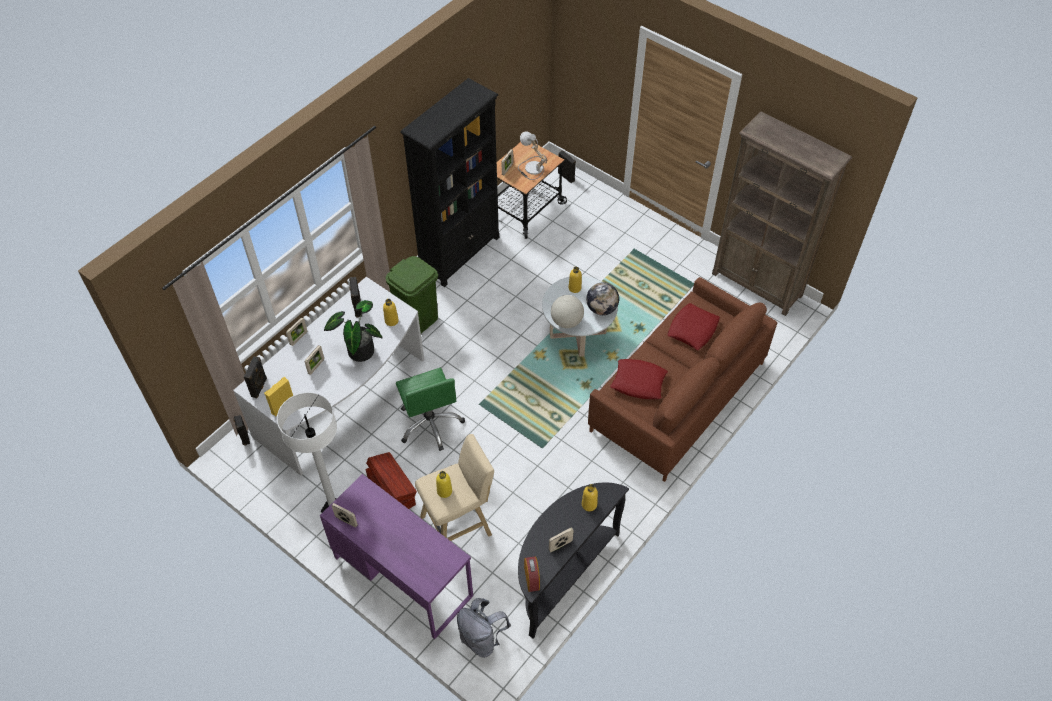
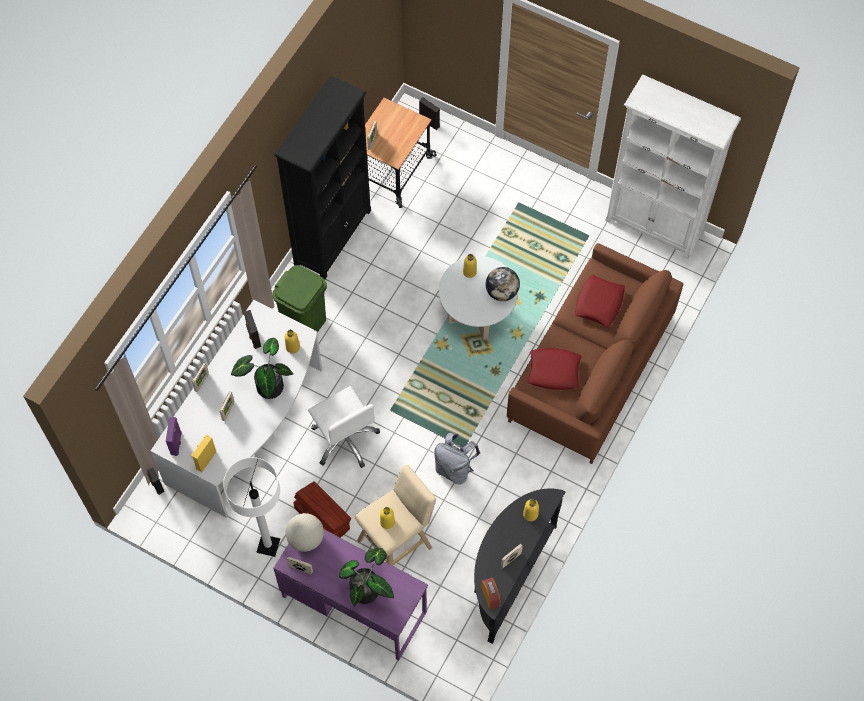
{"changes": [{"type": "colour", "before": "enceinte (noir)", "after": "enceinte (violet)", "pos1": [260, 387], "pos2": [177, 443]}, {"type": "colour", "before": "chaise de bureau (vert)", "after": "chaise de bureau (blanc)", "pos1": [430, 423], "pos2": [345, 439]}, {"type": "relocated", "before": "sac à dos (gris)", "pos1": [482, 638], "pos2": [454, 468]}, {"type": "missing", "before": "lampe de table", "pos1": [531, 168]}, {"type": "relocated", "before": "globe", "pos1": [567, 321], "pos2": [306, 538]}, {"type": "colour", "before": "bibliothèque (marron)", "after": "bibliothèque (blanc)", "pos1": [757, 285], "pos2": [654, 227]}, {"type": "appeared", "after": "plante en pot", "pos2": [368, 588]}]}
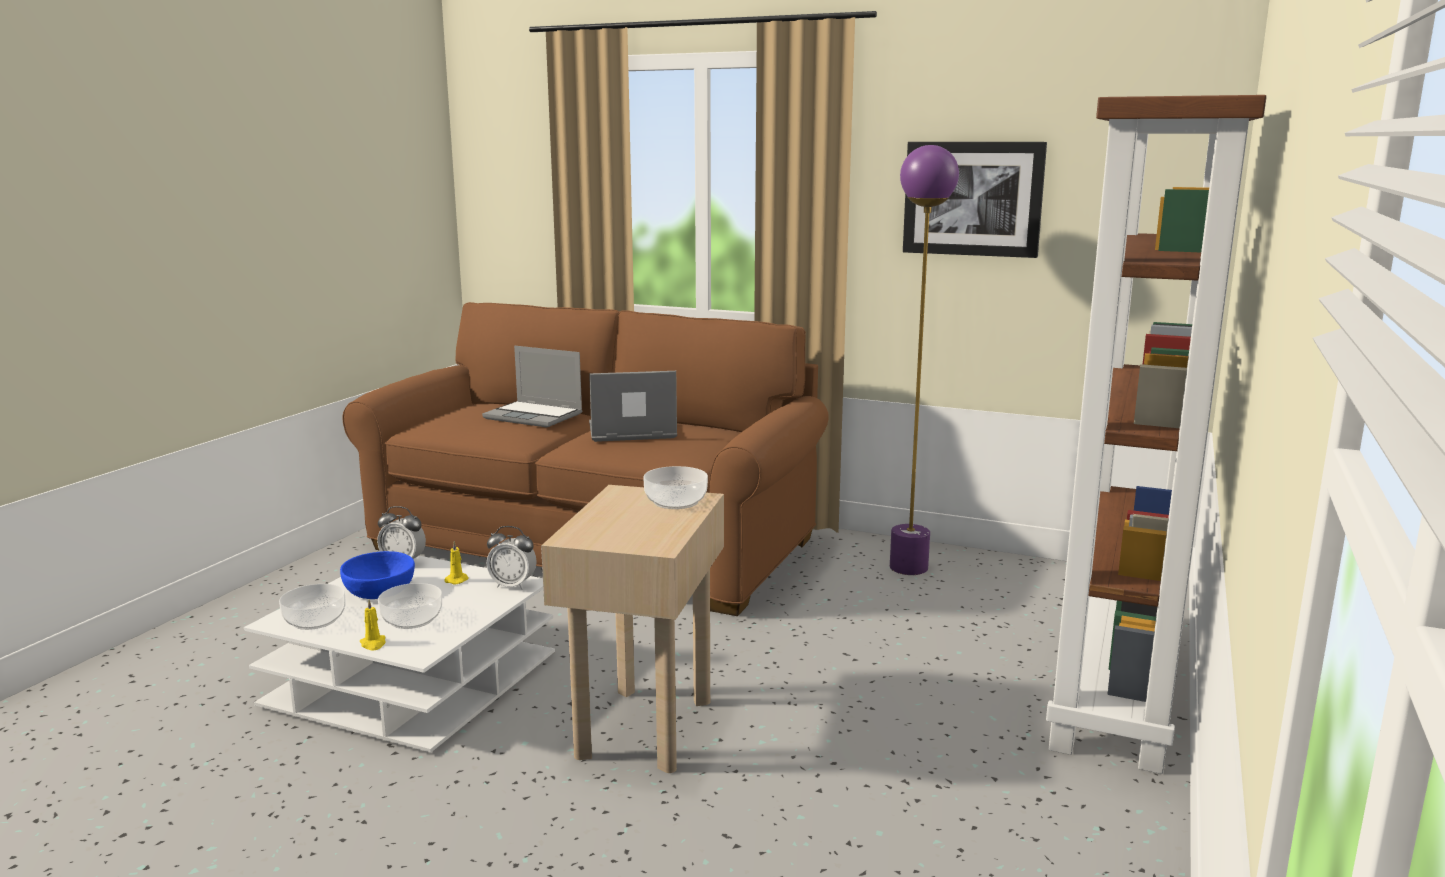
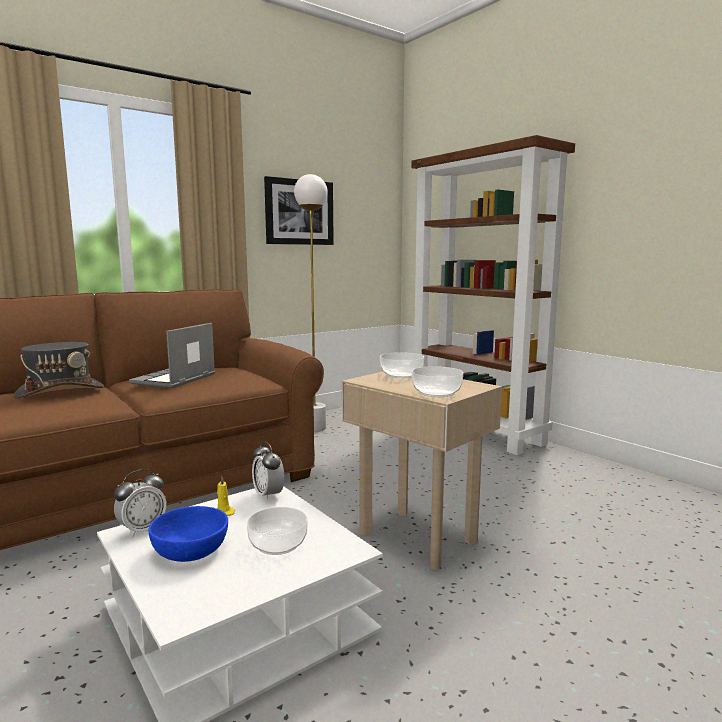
{"changes": [{"type": "relocated", "before": "bol", "pos1": [315, 620], "pos2": [437, 392]}, {"type": "missing", "before": "bougie (jaune)", "pos1": [373, 644]}, {"type": "exchanged", "before": "ordinateur portable", "after": "chapeau (gris)", "pos1": [535, 416], "pos2": [60, 391]}, {"type": "spun", "before": "réveil", "pos1": [513, 585], "pos2": [268, 495], "turn": 105}, {"type": "colour", "before": "lampadaire (violet)", "after": "lampadaire (blanc)", "pos1": [909, 568], "pos2": [315, 428]}]}
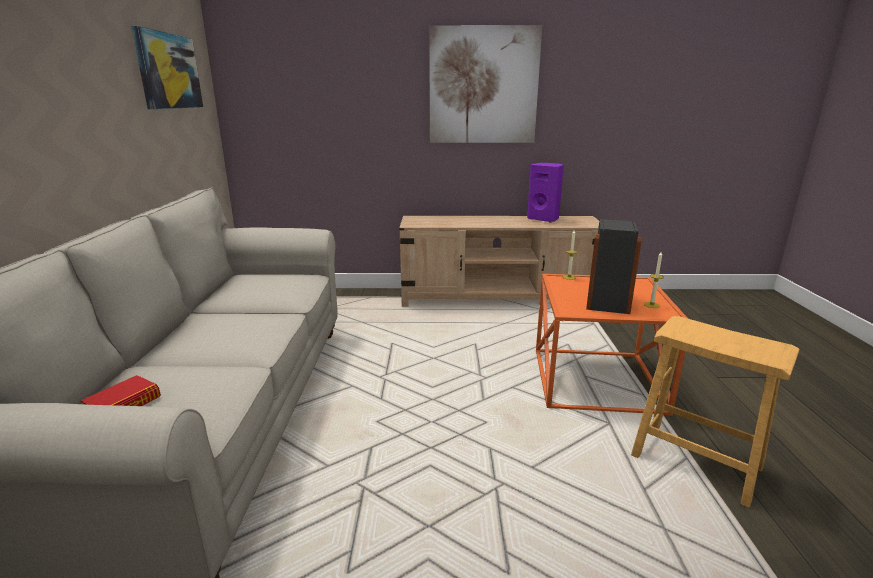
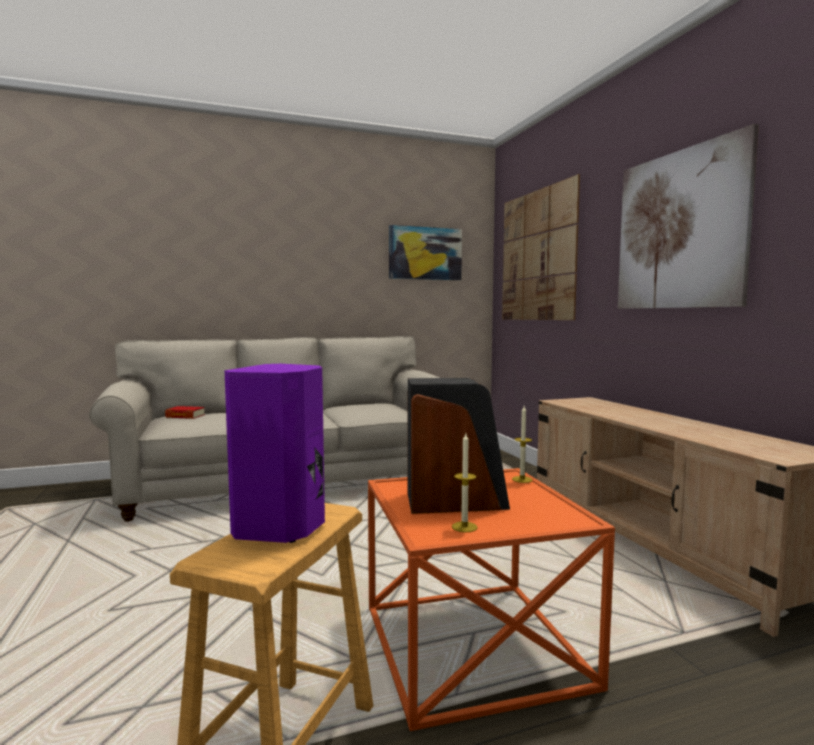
{"changes": [{"type": "relocated", "before": "enceinte (violet)", "pos1": [544, 219], "pos2": [282, 528]}, {"type": "appeared", "after": "tableau", "pos2": [537, 255]}]}
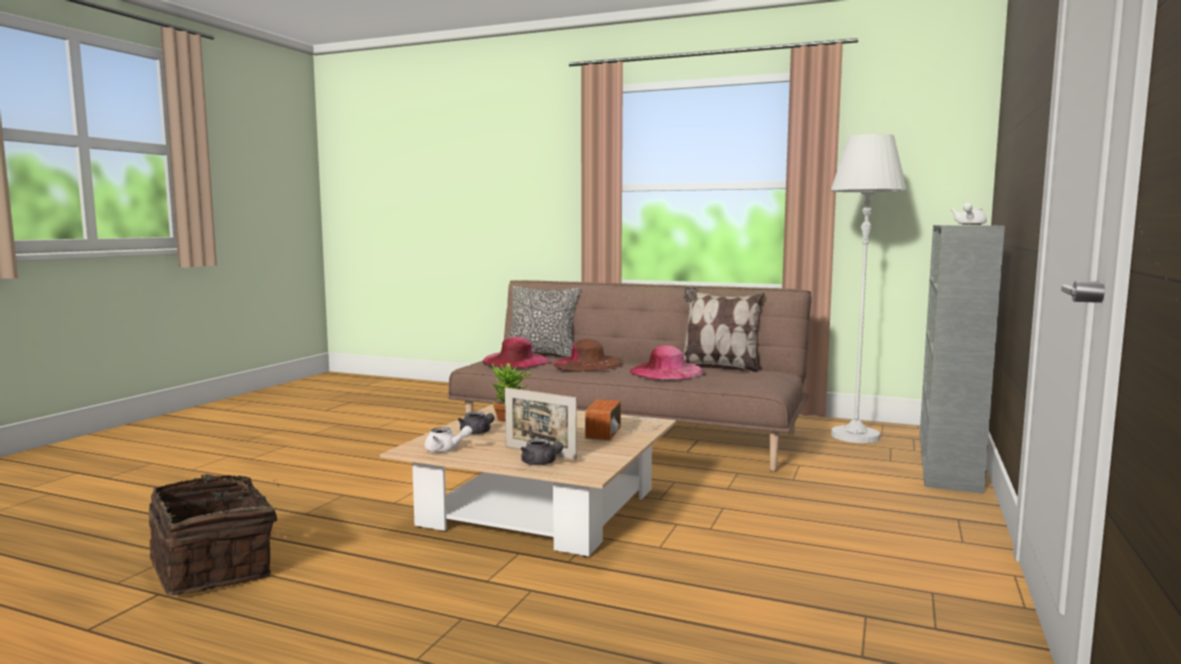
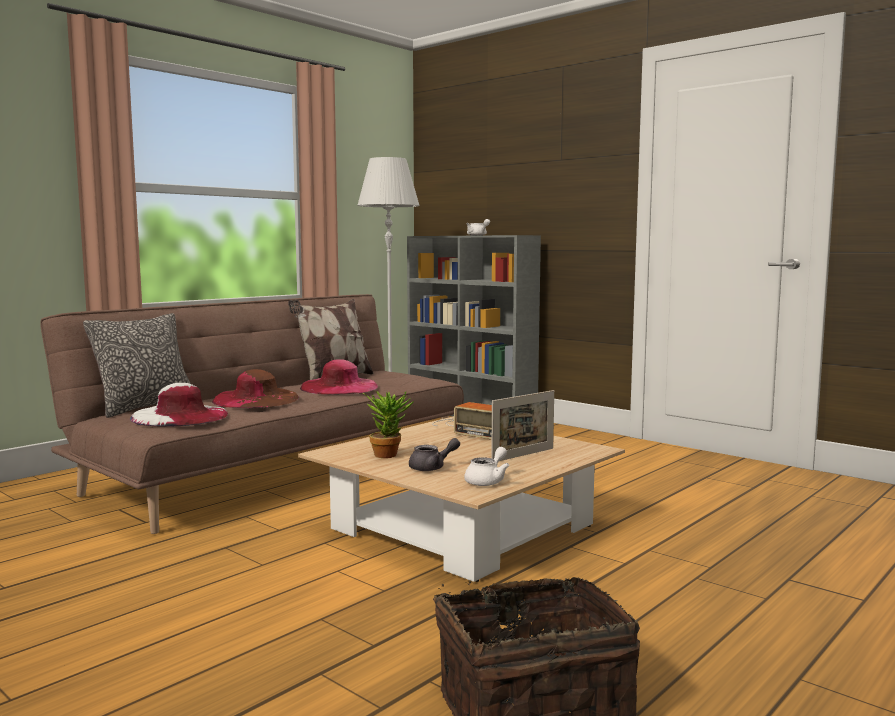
{"changes": [{"type": "colour", "before": "chapeau (rose)", "after": "chapeau (blanc)", "pos1": [516, 361], "pos2": [180, 416]}, {"type": "missing", "before": "théière (gris)", "pos1": [541, 463]}]}
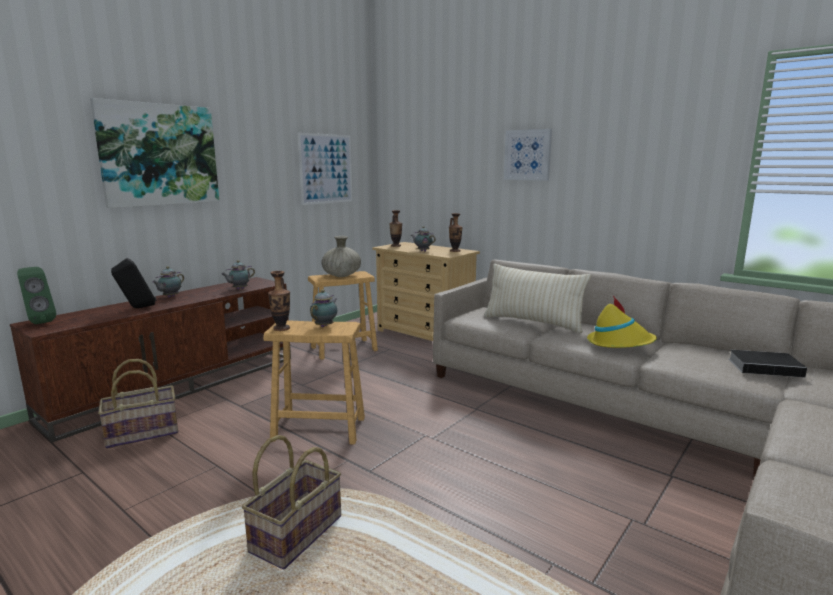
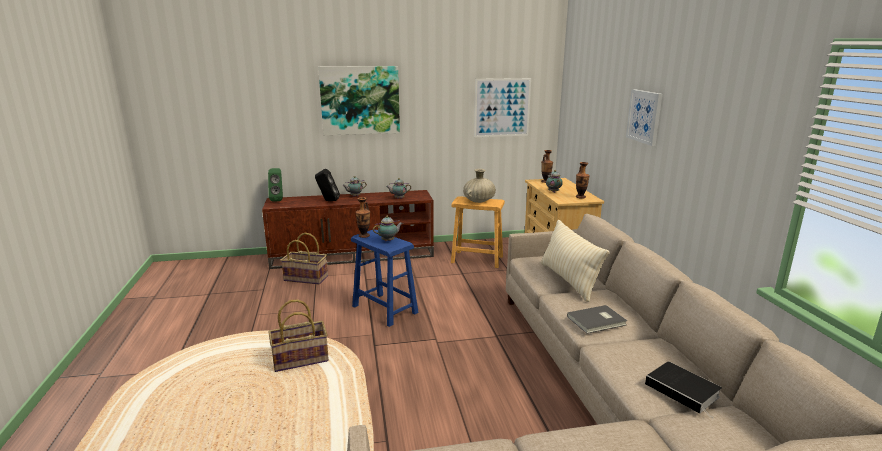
{"changes": [{"type": "colour", "before": "tabouret (marron)", "after": "tabouret (bleu)", "pos1": [319, 428], "pos2": [385, 309]}, {"type": "exchanged", "before": "chapeau (jaune)", "after": "livre (gris)", "pos1": [619, 343], "pos2": [598, 321]}]}
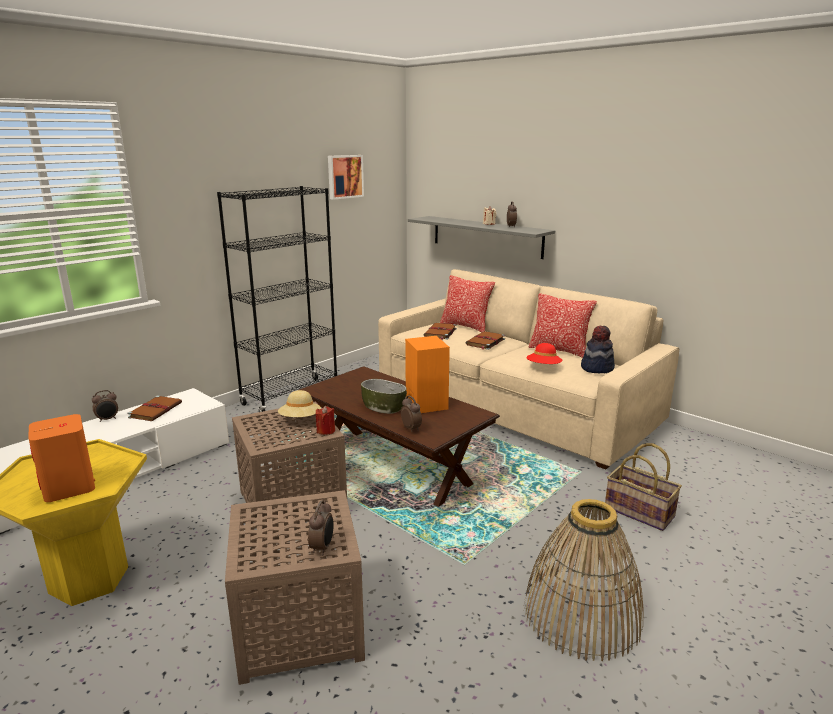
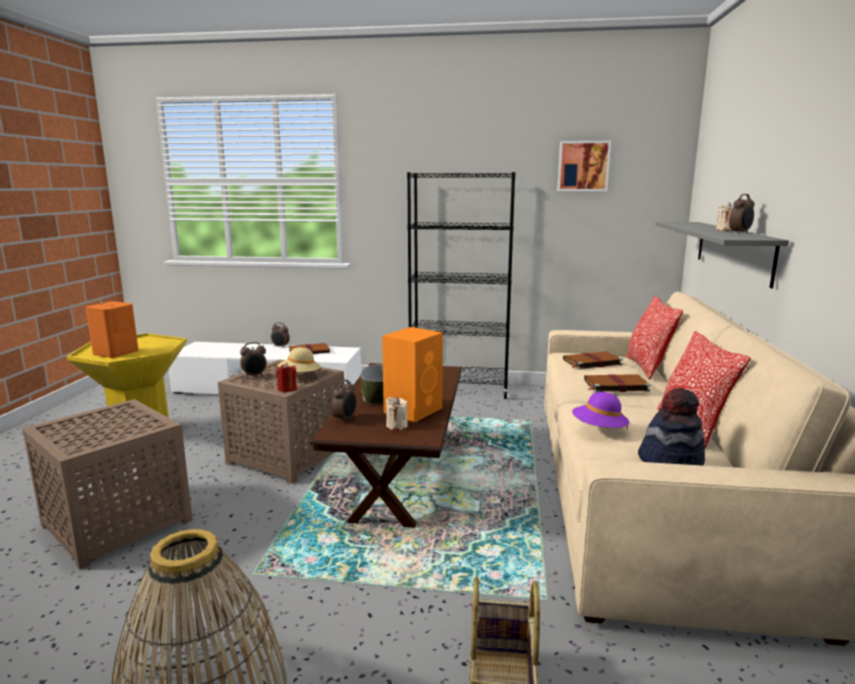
{"changes": [{"type": "relocated", "before": "réveil", "pos1": [322, 547], "pos2": [254, 376]}, {"type": "colour", "before": "chapeau (rouge)", "after": "chapeau (violet)", "pos1": [543, 367], "pos2": [599, 429]}, {"type": "appeared", "after": "bougie (beige)", "pos2": [396, 426]}]}
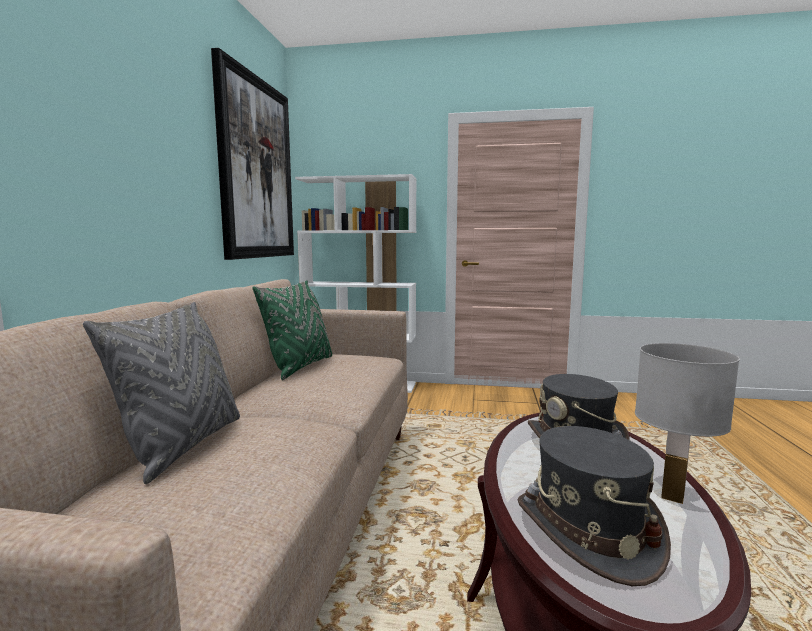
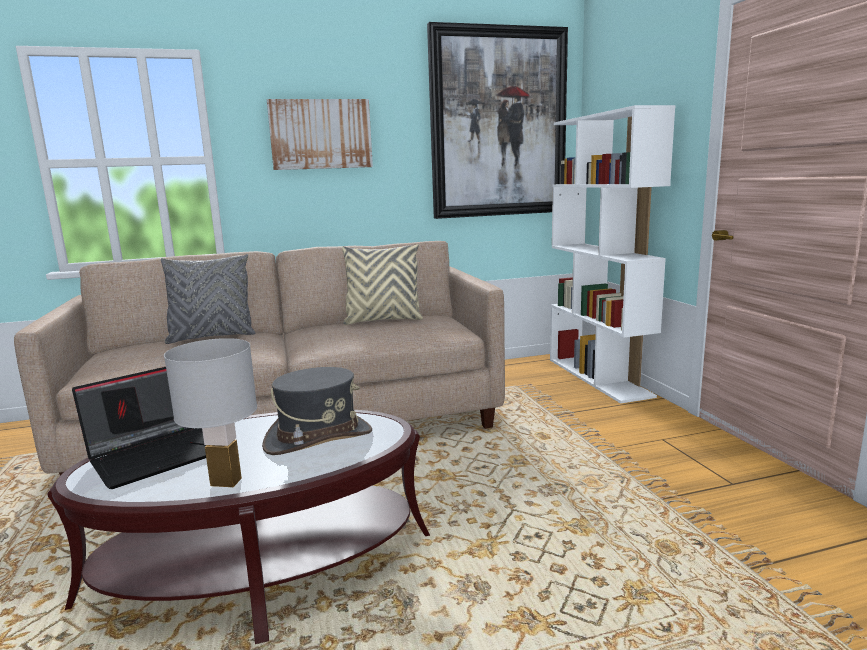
{"changes": [{"type": "colour", "before": "coussin (vert)", "after": "coussin (beige)", "pos1": [299, 367], "pos2": [383, 320]}, {"type": "exchanged", "before": "chapeau (gris)", "after": "ordinateur portable", "pos1": [586, 531], "pos2": [162, 452]}, {"type": "appeared", "after": "tableau", "pos2": [321, 134]}]}
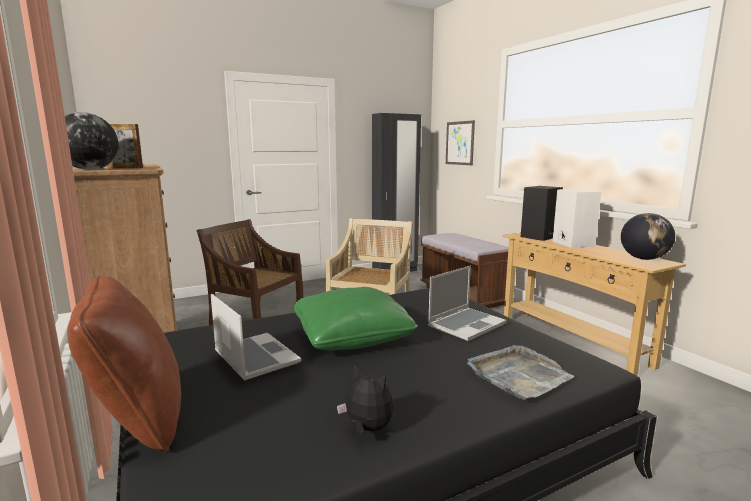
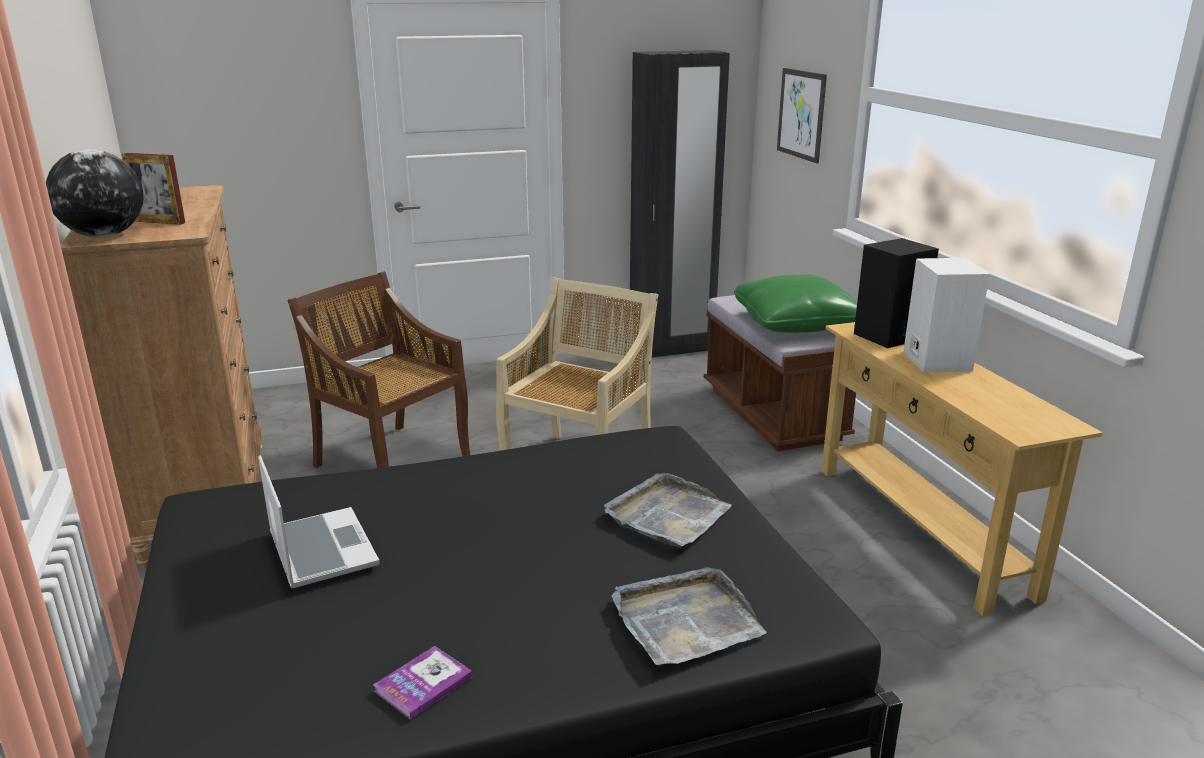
{"changes": [{"type": "missing", "before": "coussin (marron)", "pos1": [138, 419]}, {"type": "relocated", "before": "coussin (vert)", "pos1": [352, 336], "pos2": [795, 324]}, {"type": "exchanged", "before": "peluche", "after": "livre", "pos1": [367, 429], "pos2": [423, 684]}, {"type": "exchanged", "before": "ordinateur portable", "after": "plateau (gris)", "pos1": [466, 325], "pos2": [667, 515]}, {"type": "missing", "before": "globe", "pos1": [644, 259]}]}
